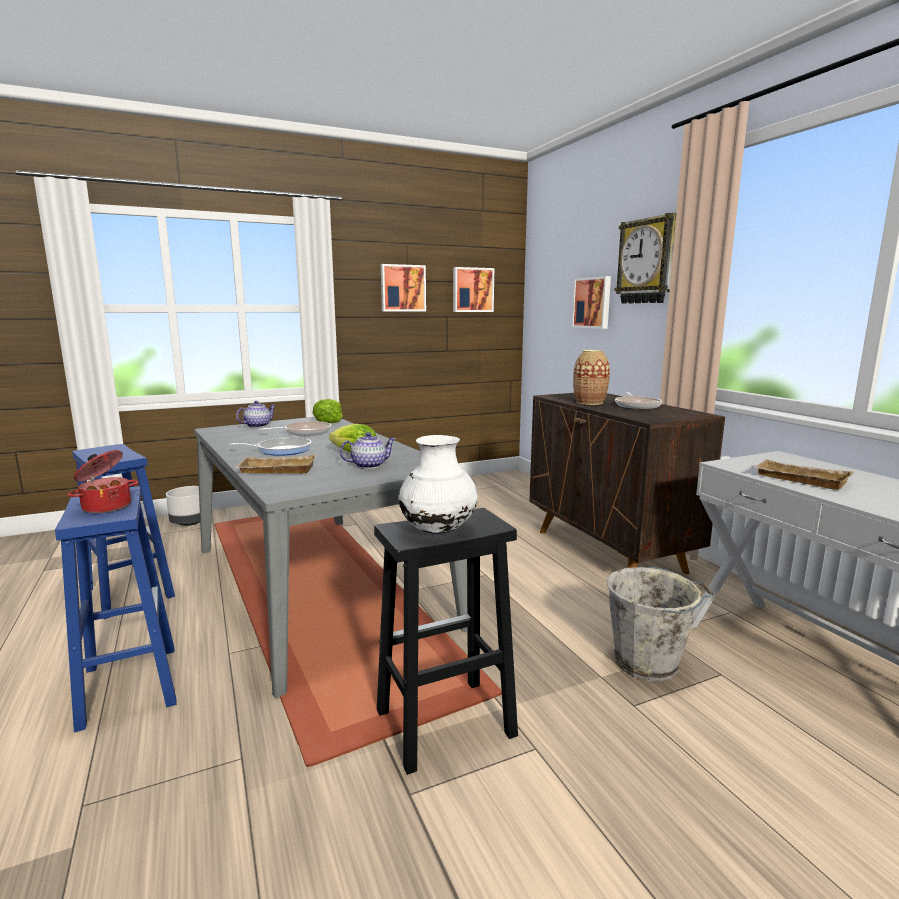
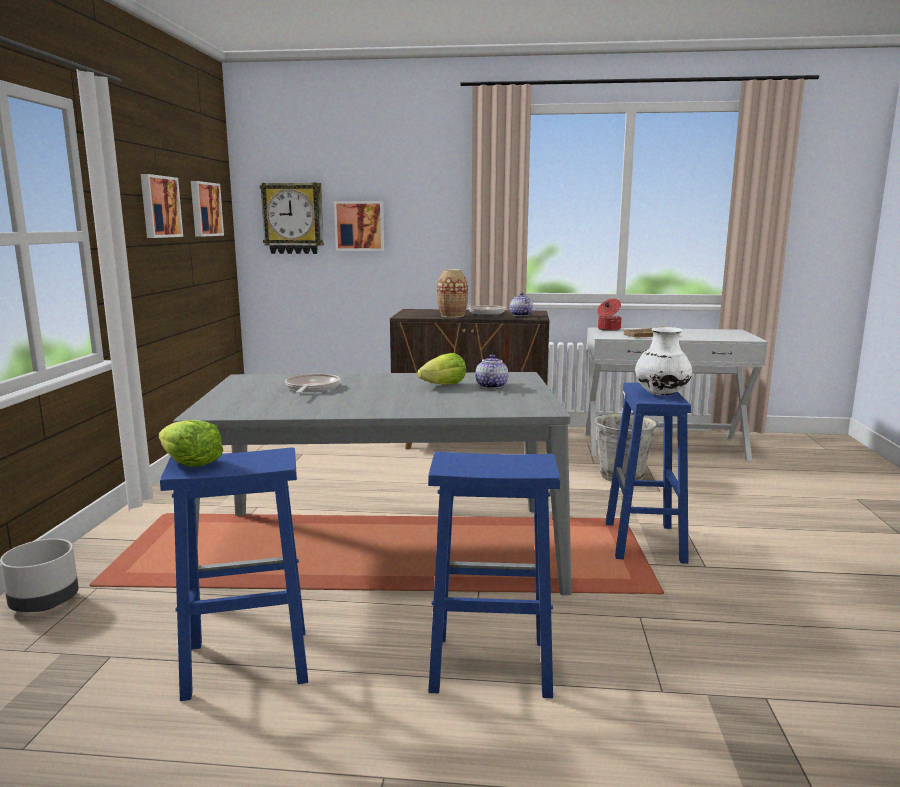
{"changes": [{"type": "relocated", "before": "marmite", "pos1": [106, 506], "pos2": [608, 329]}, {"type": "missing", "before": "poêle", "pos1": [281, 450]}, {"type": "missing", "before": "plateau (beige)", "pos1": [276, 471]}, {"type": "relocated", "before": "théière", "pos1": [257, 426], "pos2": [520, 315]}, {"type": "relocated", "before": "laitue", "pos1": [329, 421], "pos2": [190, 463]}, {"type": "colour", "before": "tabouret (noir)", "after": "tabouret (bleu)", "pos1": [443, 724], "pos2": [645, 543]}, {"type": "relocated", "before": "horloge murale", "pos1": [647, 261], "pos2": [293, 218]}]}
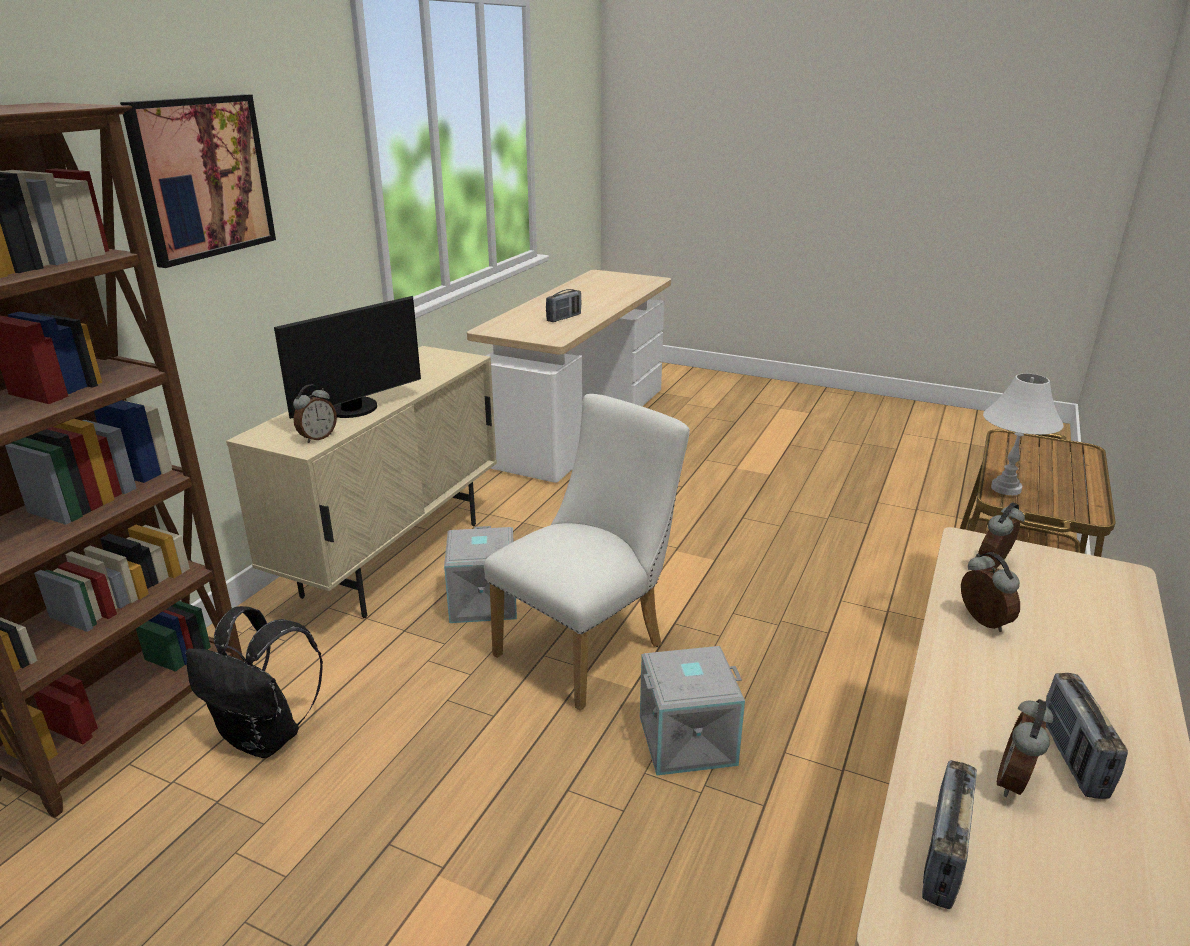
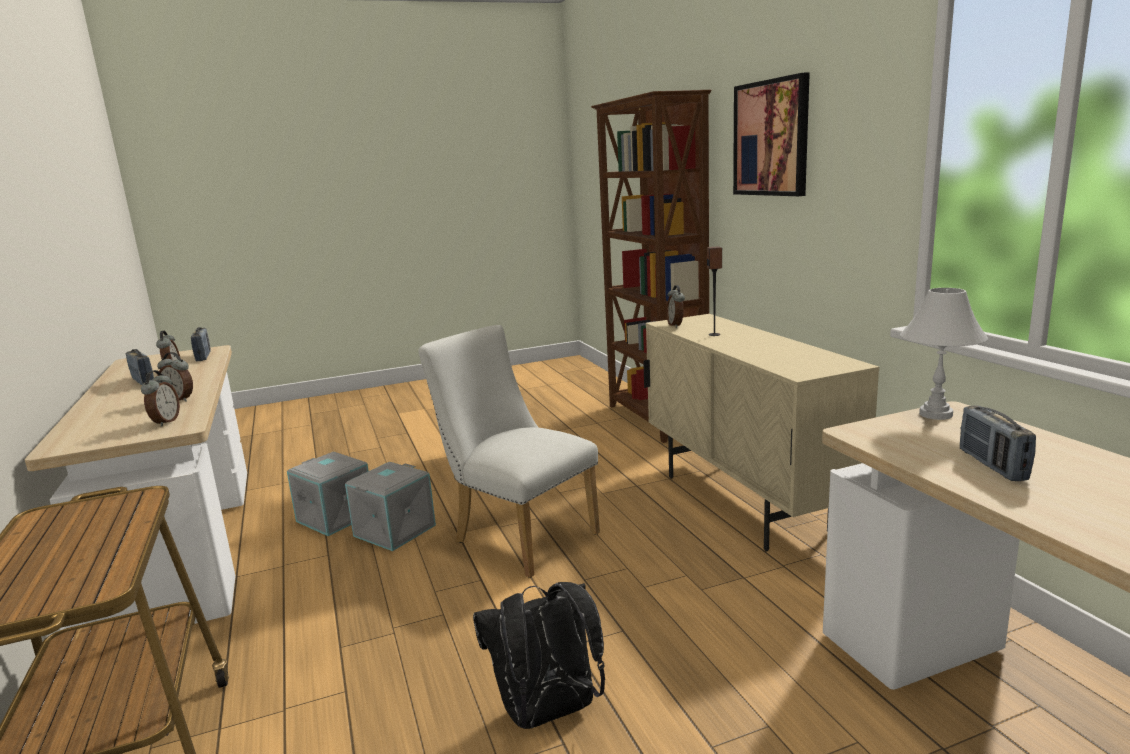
{"changes": [{"type": "relocated", "before": "sac à dos (noir)", "pos1": [266, 737], "pos2": [548, 714]}, {"type": "exchanged", "before": "écran d'ordinateur", "after": "enceinte", "pos1": [355, 409], "pos2": [714, 334]}, {"type": "relocated", "before": "boîte de rangement (gris)", "pos1": [482, 601], "pos2": [337, 517]}, {"type": "spun", "before": "chaise (blanc)", "pos1": [589, 646], "pos2": [518, 535], "turn": 135}, {"type": "relocated", "before": "lampe de table (blanc)", "pos1": [1005, 488], "pos2": [936, 414]}]}
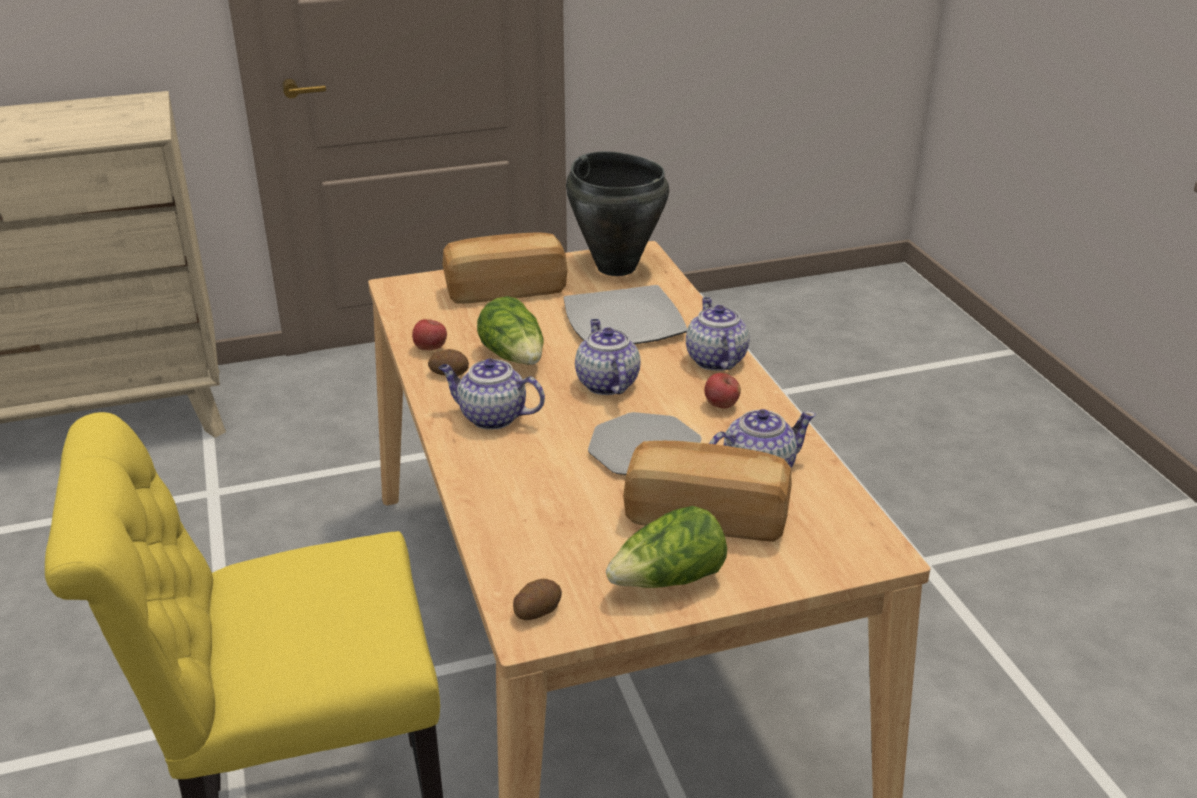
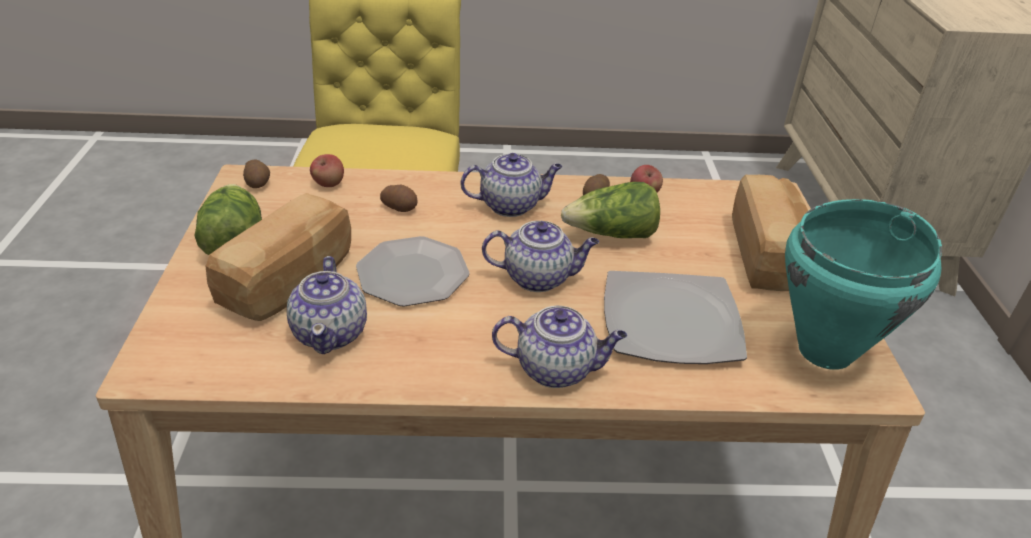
{"changes": [{"type": "spun", "before": "théière", "pos1": [491, 417], "pos2": [511, 205], "turn": 45}, {"type": "colour", "before": "marmite (noir)", "after": "marmite (turquoise)", "pos1": [616, 267], "pos2": [826, 351]}, {"type": "relocated", "before": "pomme", "pos1": [721, 405], "pos2": [329, 184]}, {"type": "appeared", "after": "pomme de terre", "pos2": [400, 207]}]}
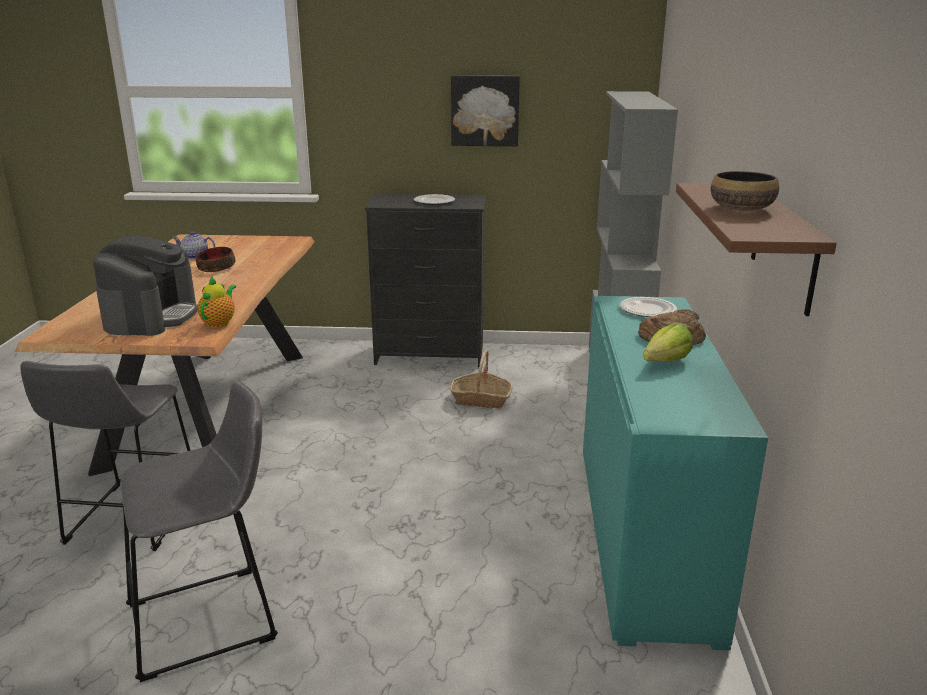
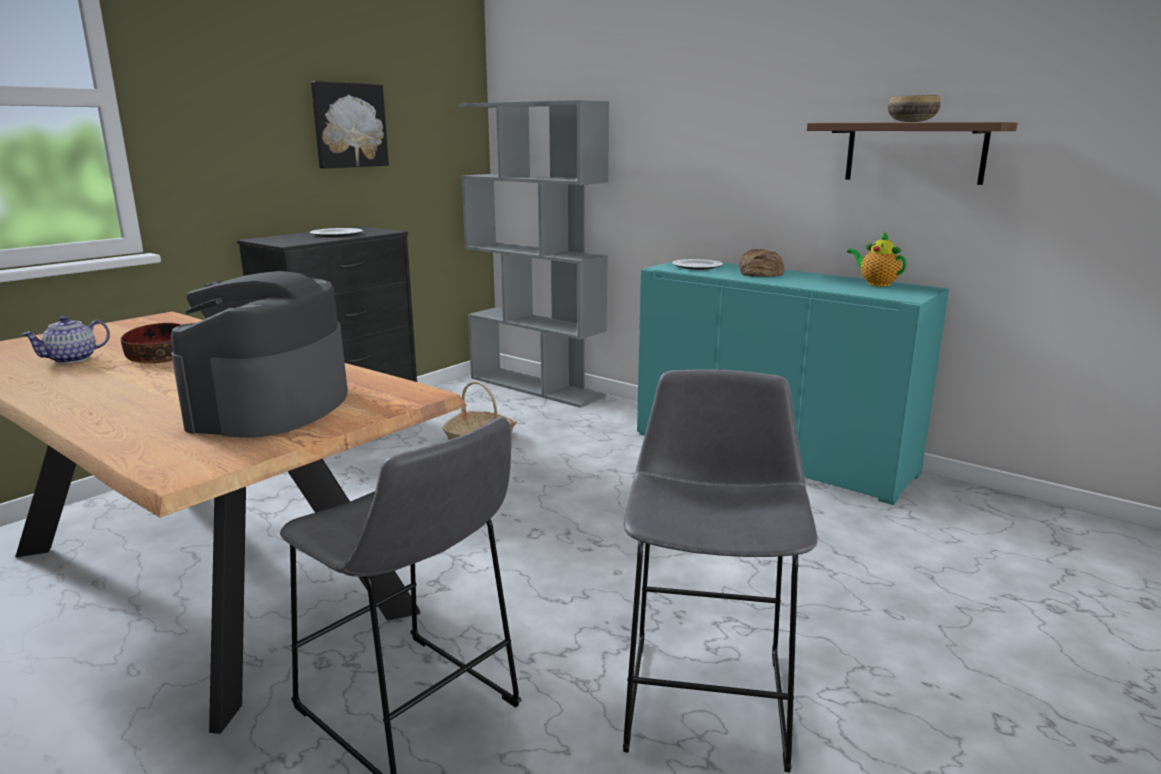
{"changes": [{"type": "spun", "before": "machine à café", "pos1": [152, 316], "pos2": [271, 407], "turn": -120}, {"type": "relocated", "before": "théière", "pos1": [219, 323], "pos2": [876, 284]}, {"type": "missing", "before": "laitue", "pos1": [661, 363]}]}
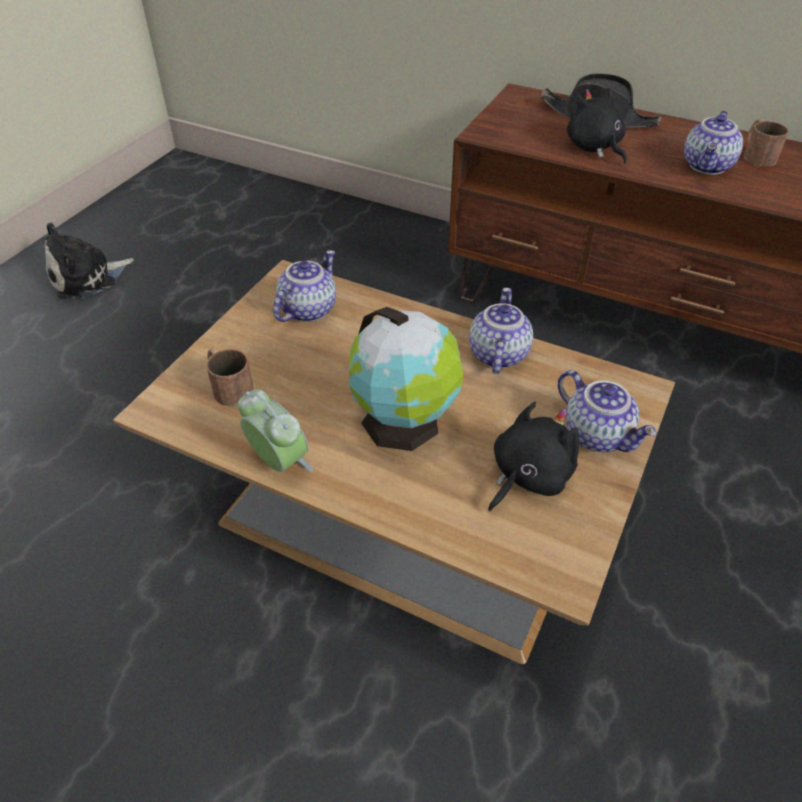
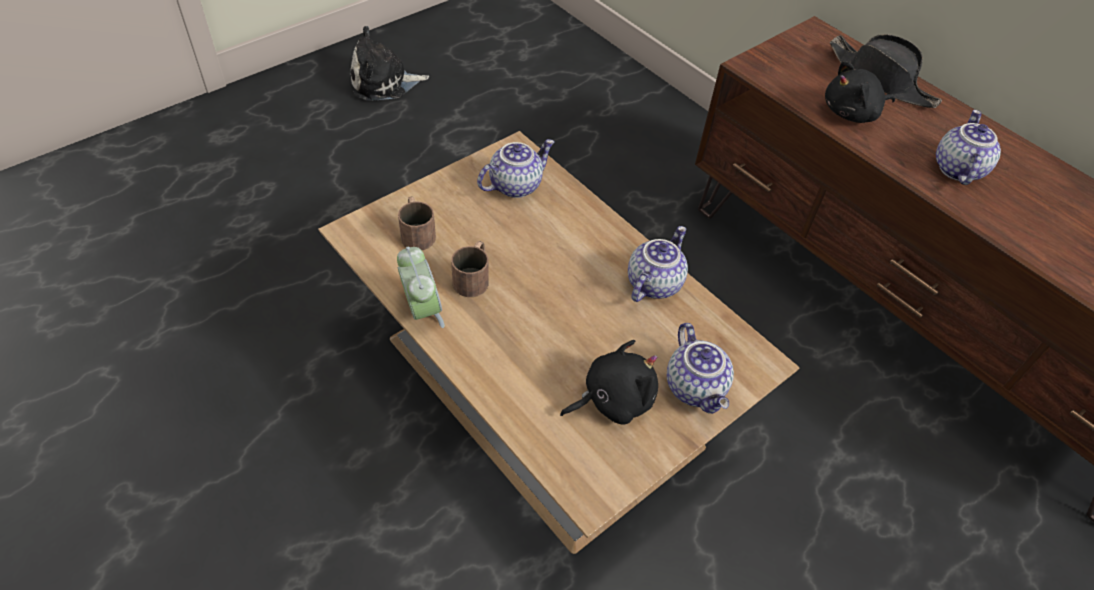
{"changes": [{"type": "missing", "before": "globe", "pos1": [404, 424]}, {"type": "spun", "before": "peluche (noir)", "pos1": [594, 148], "pos2": [852, 113], "turn": -105}, {"type": "spun", "before": "théière", "pos1": [708, 166], "pos2": [956, 168], "turn": 150}, {"type": "relocated", "before": "mug (marron)", "pos1": [756, 154], "pos2": [474, 276]}]}
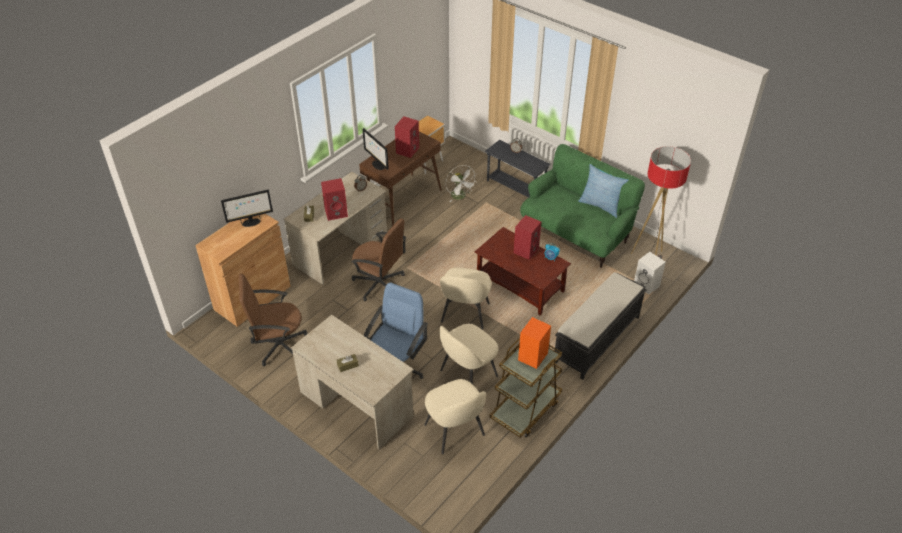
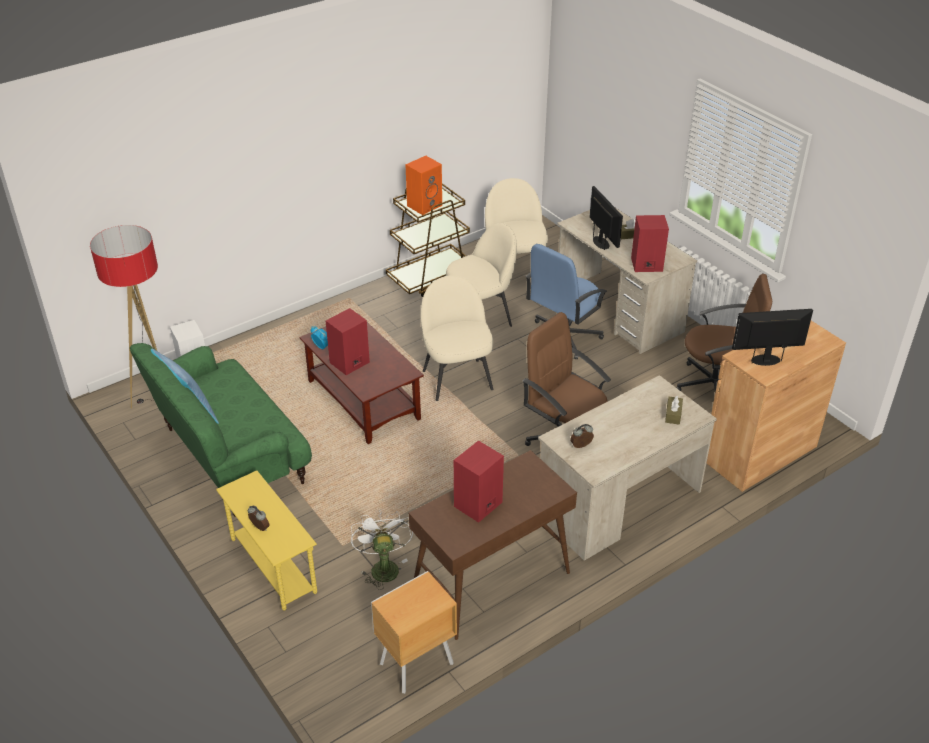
{"changes": [{"type": "relocated", "before": "enceinte (rouge)", "pos1": [336, 212], "pos2": [646, 265]}, {"type": "relocated", "before": "écran d'ordinateur", "pos1": [377, 165], "pos2": [601, 243]}, {"type": "spun", "before": "chaise (beige)", "pos1": [465, 314], "pos2": [457, 379], "turn": -45}, {"type": "colour", "before": "table d'appoint (gris)", "after": "table d'appoint (jaune)", "pos1": [515, 187], "pos2": [272, 566]}, {"type": "missing", "before": "banc (noir)", "pos1": [596, 339]}]}
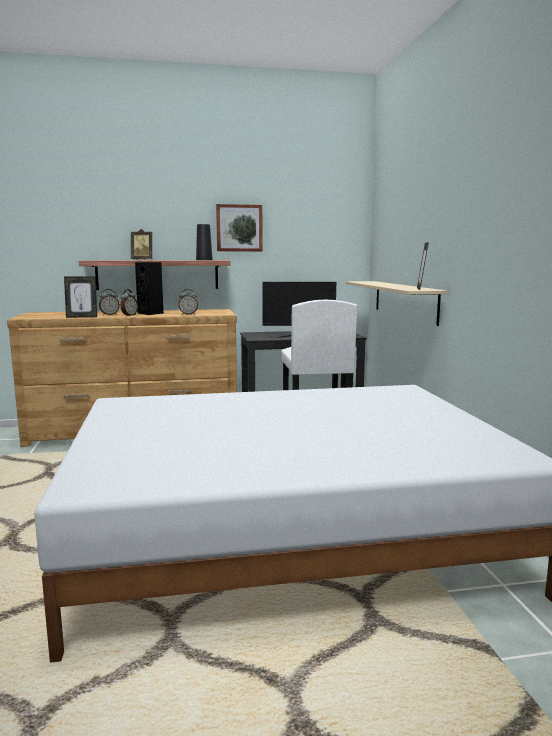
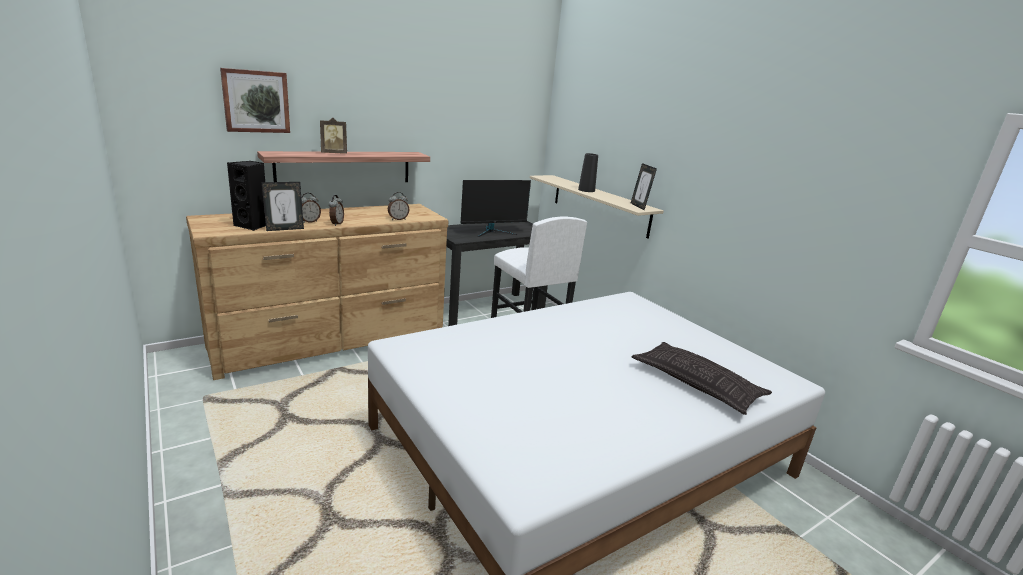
{"changes": [{"type": "relocated", "before": "enceinte (noir)", "pos1": [151, 313], "pos2": [253, 226]}, {"type": "relocated", "before": "vase (noir)", "pos1": [204, 260], "pos2": [586, 190]}, {"type": "relocated", "before": "tableau", "pos1": [239, 228], "pos2": [256, 101]}, {"type": "appeared", "after": "coussin", "pos2": [697, 383]}]}
